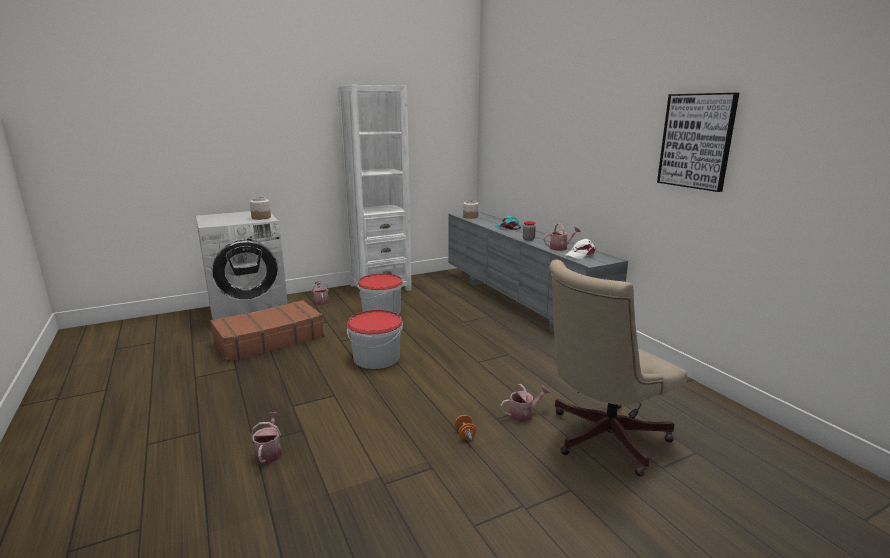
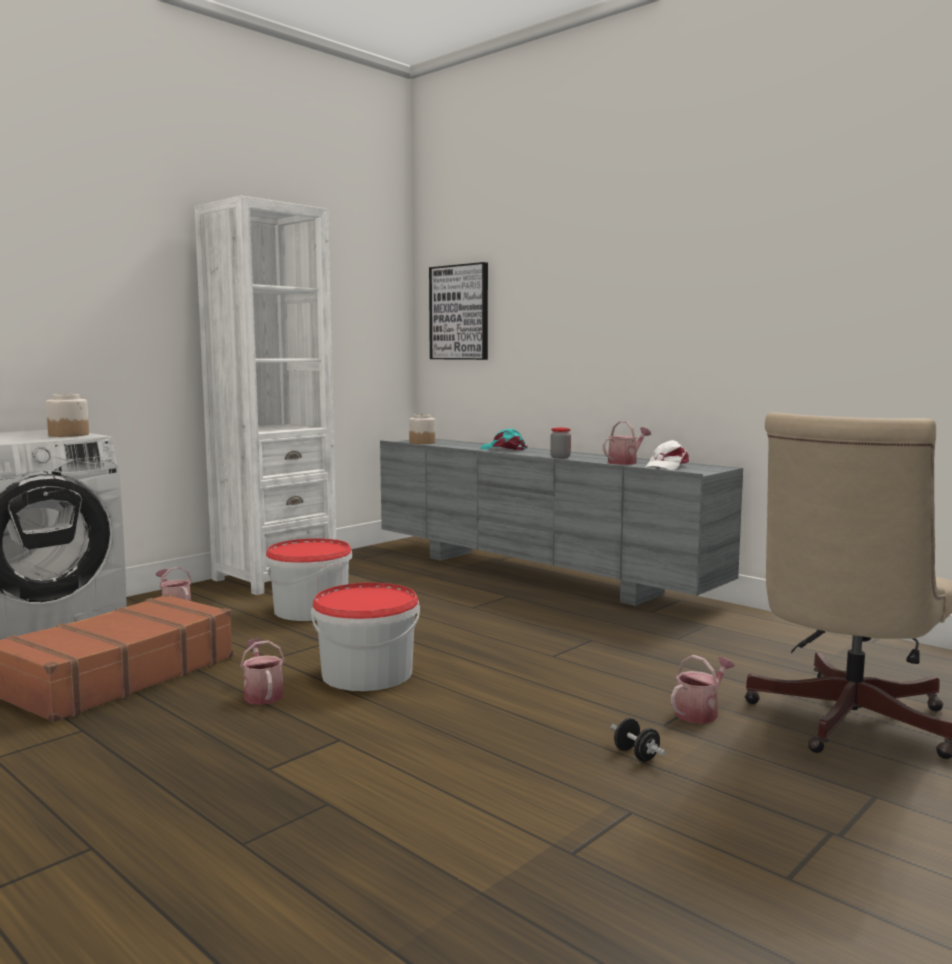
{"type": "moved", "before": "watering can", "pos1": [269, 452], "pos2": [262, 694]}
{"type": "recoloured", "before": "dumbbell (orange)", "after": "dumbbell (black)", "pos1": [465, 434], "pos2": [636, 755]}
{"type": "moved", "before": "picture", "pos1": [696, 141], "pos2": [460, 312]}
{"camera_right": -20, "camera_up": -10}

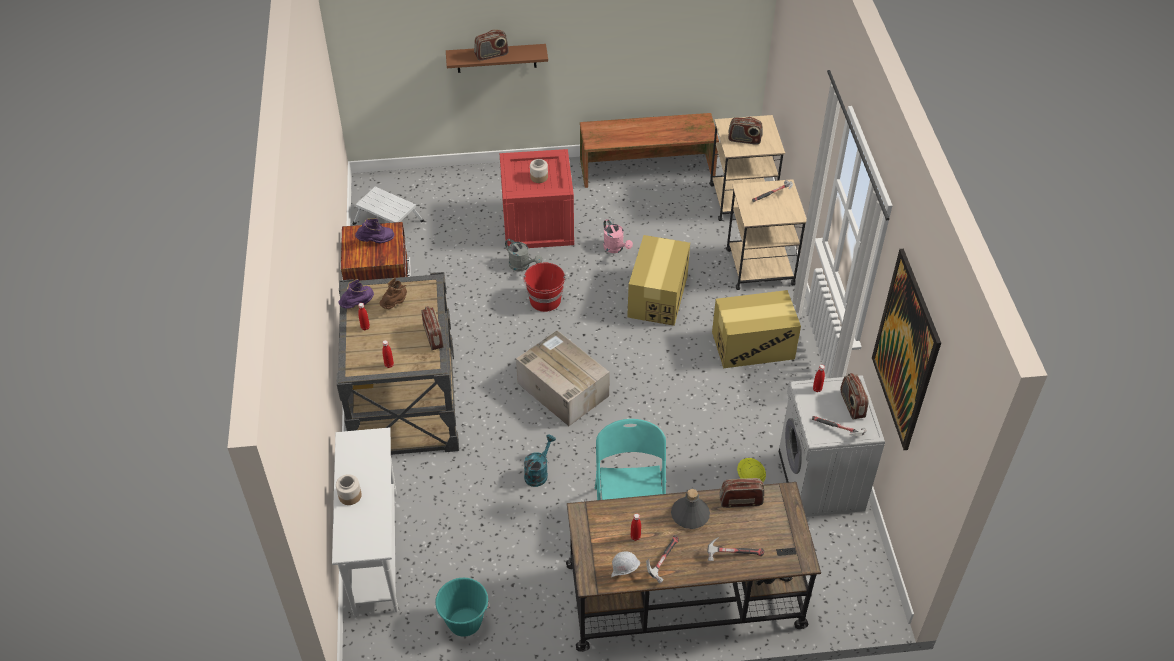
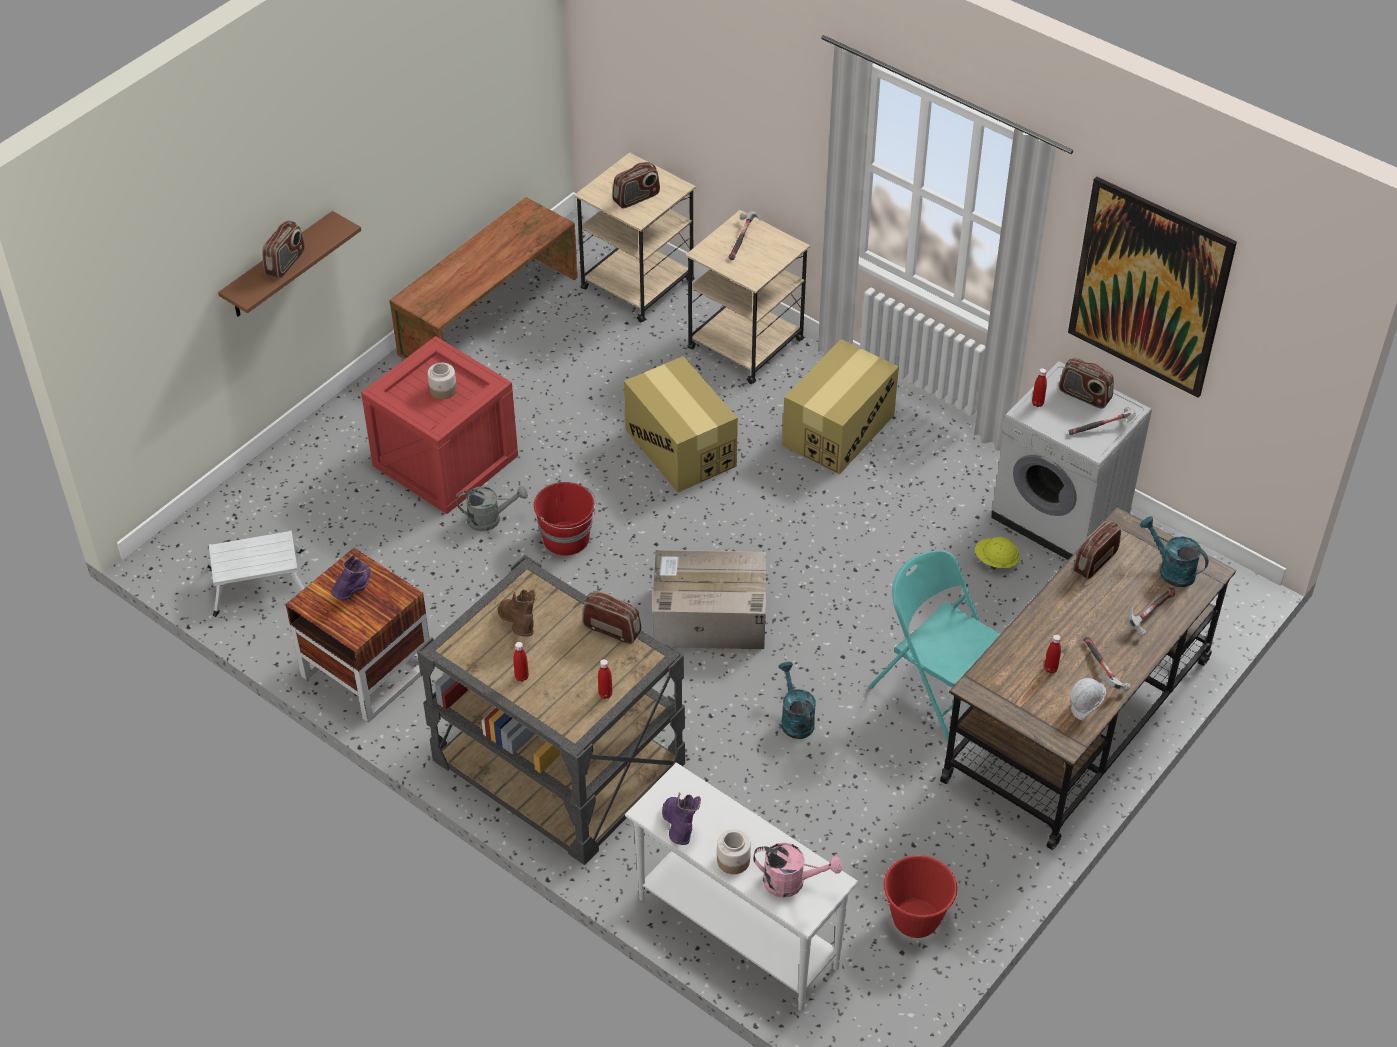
{"type": "moved", "before": "boot (purple)", "pos1": [358, 304], "pos2": [679, 829]}
{"type": "recoloured", "before": "bucket (turquoise)", "after": "bucket (red)", "pos1": [464, 622], "pos2": [916, 919]}
{"type": "moved", "before": "watering can (pink)", "pos1": [616, 248], "pos2": [791, 882]}
{"type": "removed", "before": "bottle (grey)", "pos1": [690, 514]}
{"type": "added", "after": "watering can (turquoise)", "pos2": [1171, 569]}
{"camera_right": -45, "camera_up": 0}

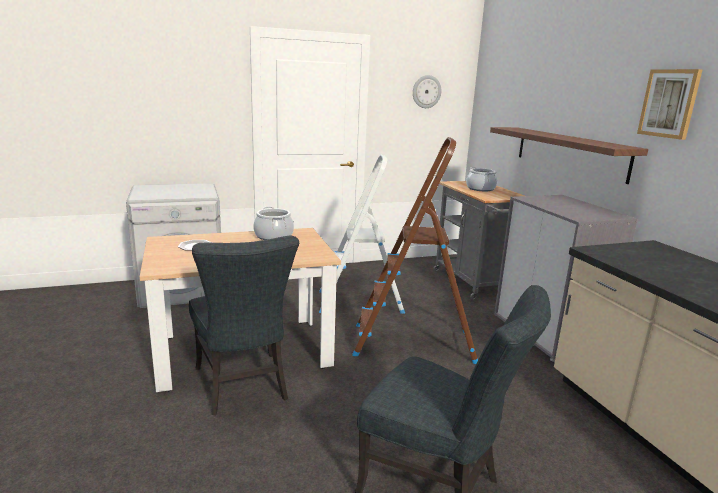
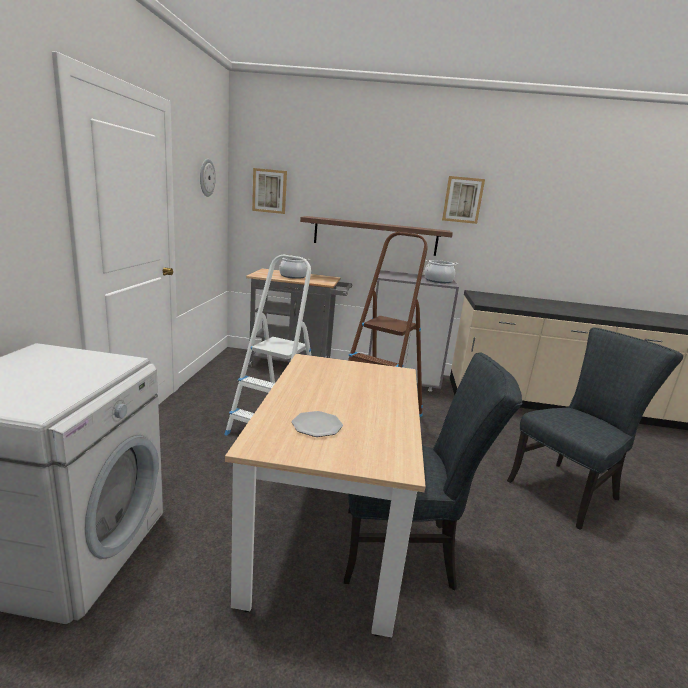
{"type": "moved", "before": "cooking pot", "pos1": [273, 236], "pos2": [438, 281]}
{"type": "added", "after": "picture", "pos2": [269, 191]}
{"camera_right": -65, "camera_up": 0}

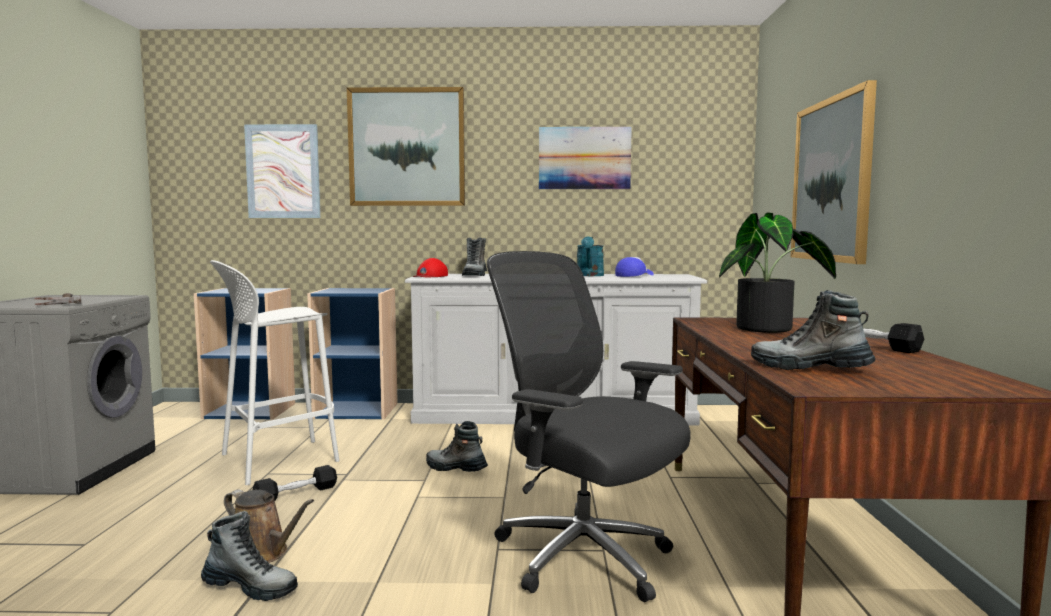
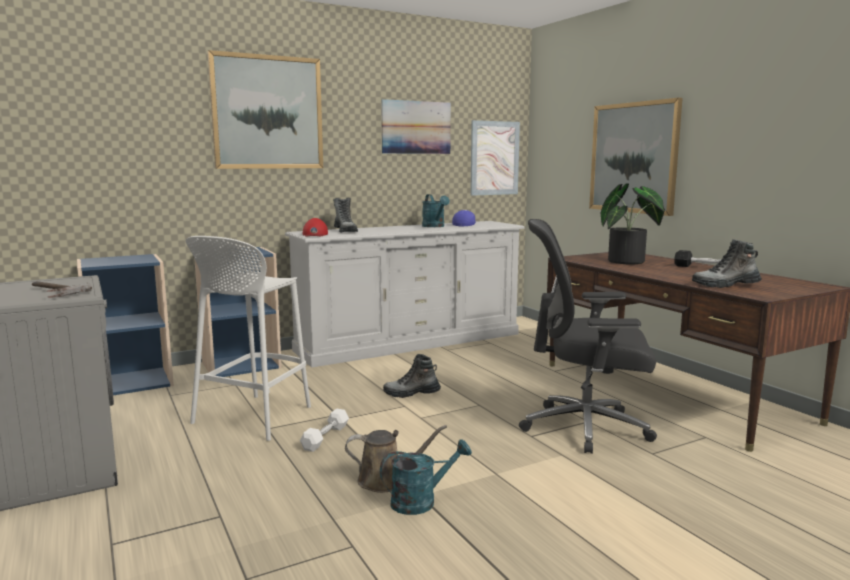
{"type": "replaced", "before": "boot", "after": "watering can (turquoise)", "pos1": [250, 587], "pos2": [421, 501]}
{"type": "moved", "before": "picture", "pos1": [283, 171], "pos2": [494, 158]}
{"type": "recoloured", "before": "dumbbell (black)", "after": "dumbbell (white)", "pos1": [296, 494], "pos2": [325, 437]}
{"camera_right": -30, "camera_up": 5}

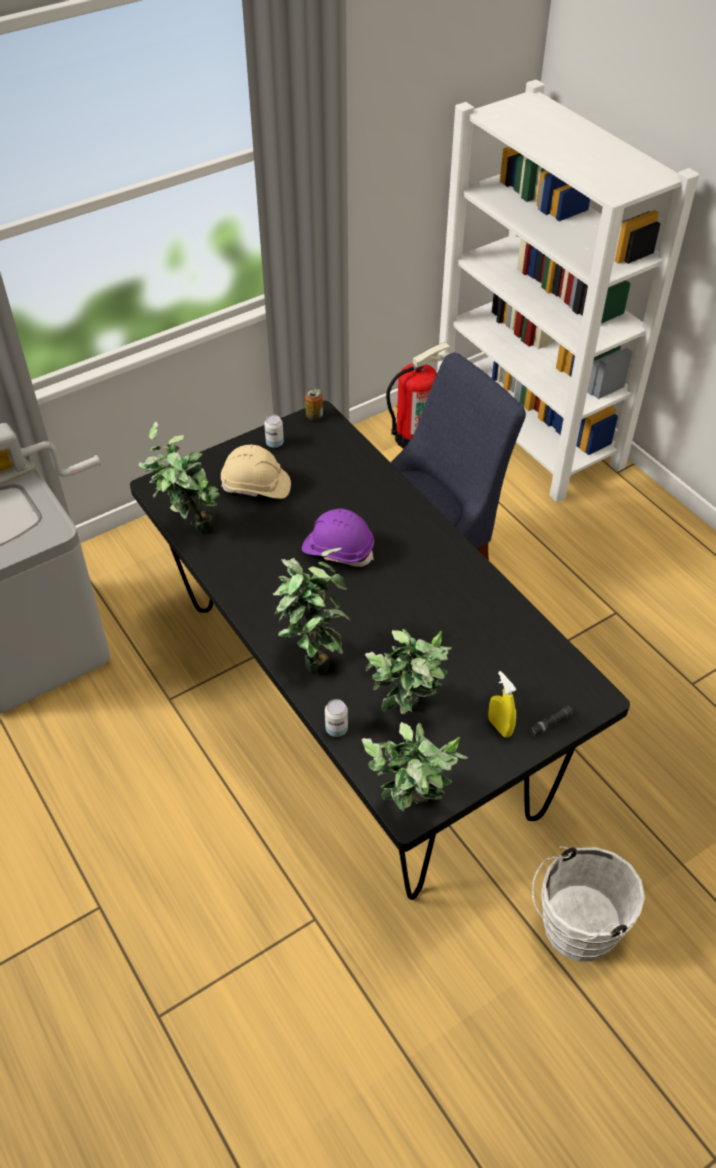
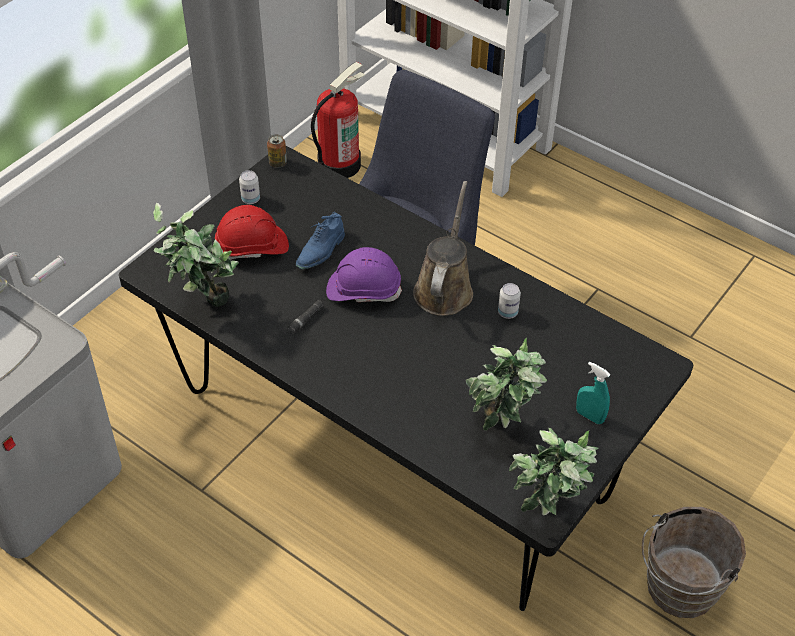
{"type": "recoloured", "before": "hard hat (beige)", "after": "hard hat (red)", "pos1": [256, 486], "pos2": [252, 247]}
{"type": "removed", "before": "potted plant", "pos1": [312, 654]}
{"type": "moved", "before": "can", "pos1": [336, 729], "pos2": [507, 312]}
{"type": "recoloured", "before": "spray bottle (yellow)", "after": "spray bottle (turquoise)", "pos1": [499, 727], "pos2": [589, 416]}
{"type": "moved", "before": "flashlight (black)", "pos1": [550, 724], "pos2": [306, 319]}
{"type": "recoloured", "before": "bucket (white)", "after": "bucket (brown)", "pos1": [573, 928], "pos2": [677, 590]}
{"type": "added", "after": "shoe (blue)", "pos2": [321, 251]}
{"type": "added", "after": "watering can (brown)", "pos2": [444, 288]}
{"camera_right": -20, "camera_up": 0}

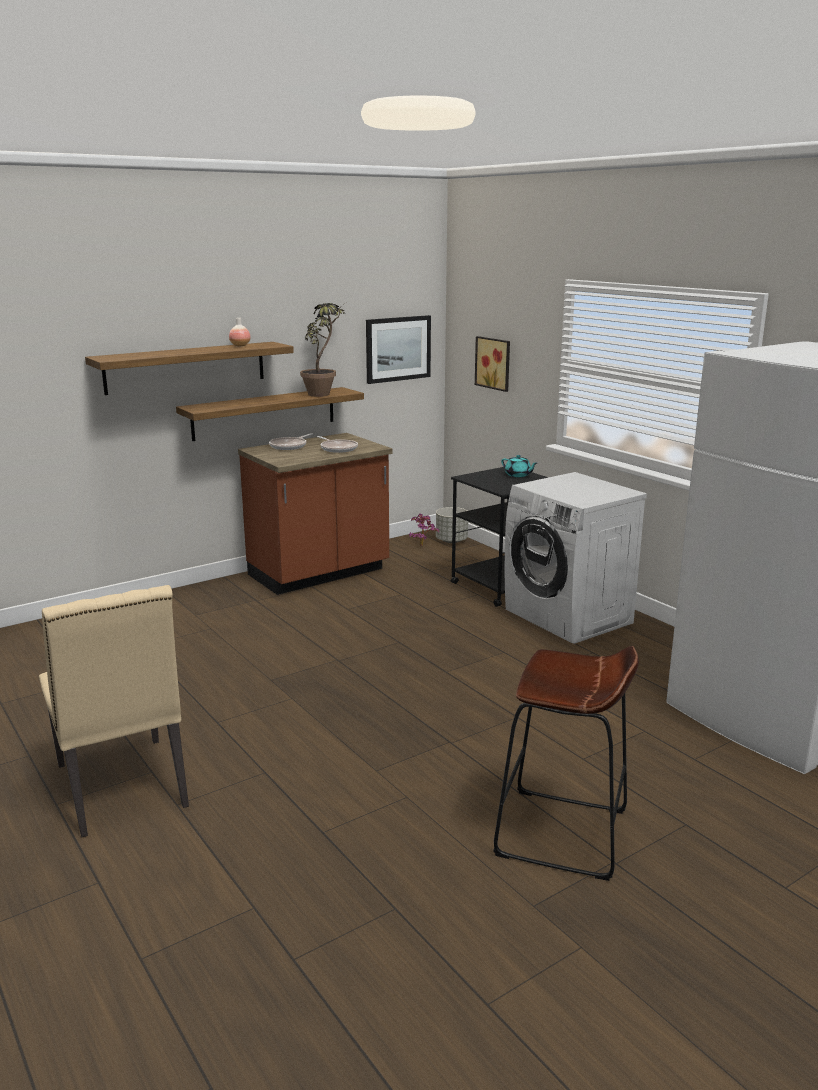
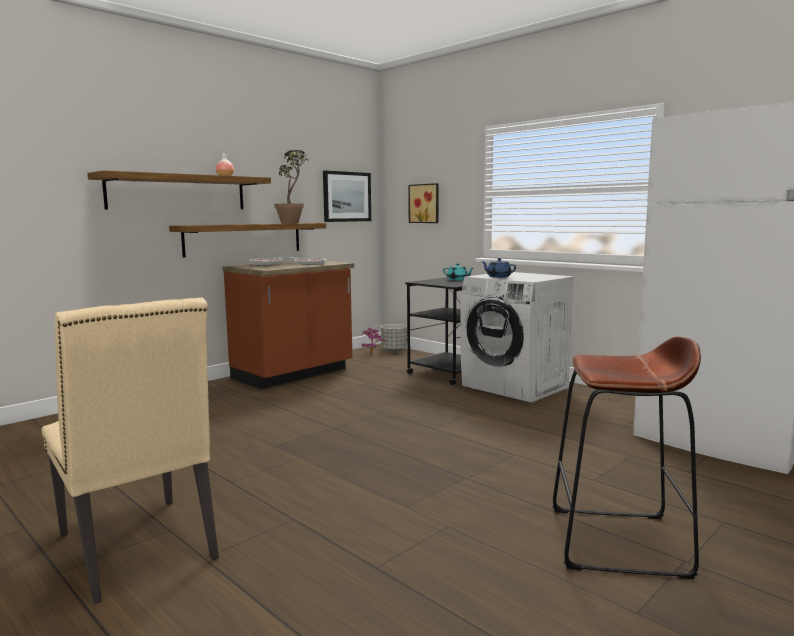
{"type": "added", "after": "teapot (blue)", "pos2": [498, 277]}
{"camera_right": -10, "camera_up": -10}

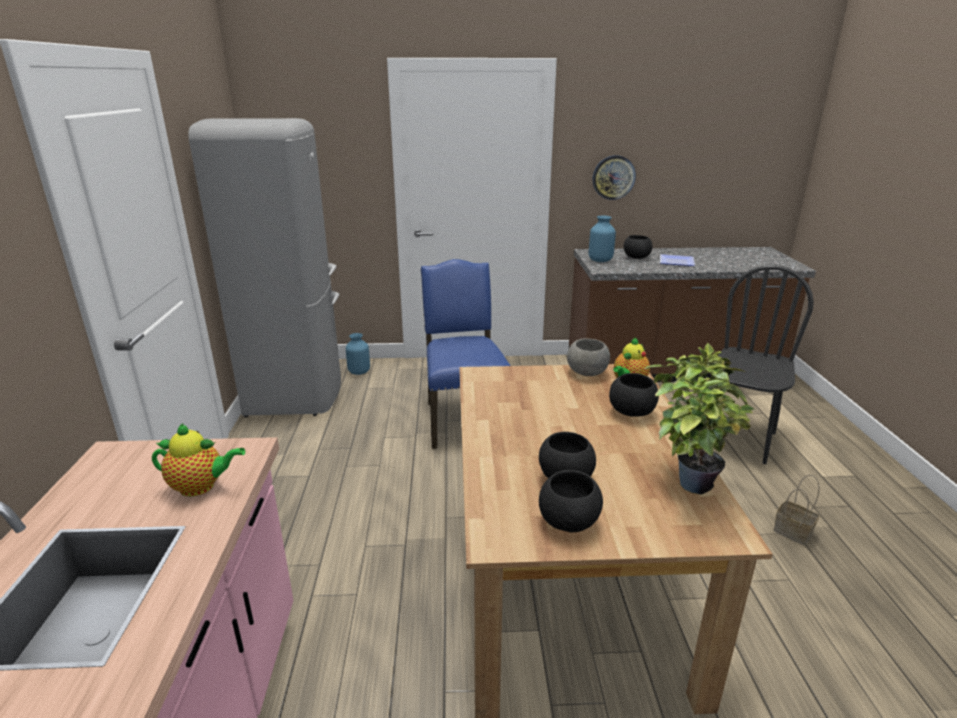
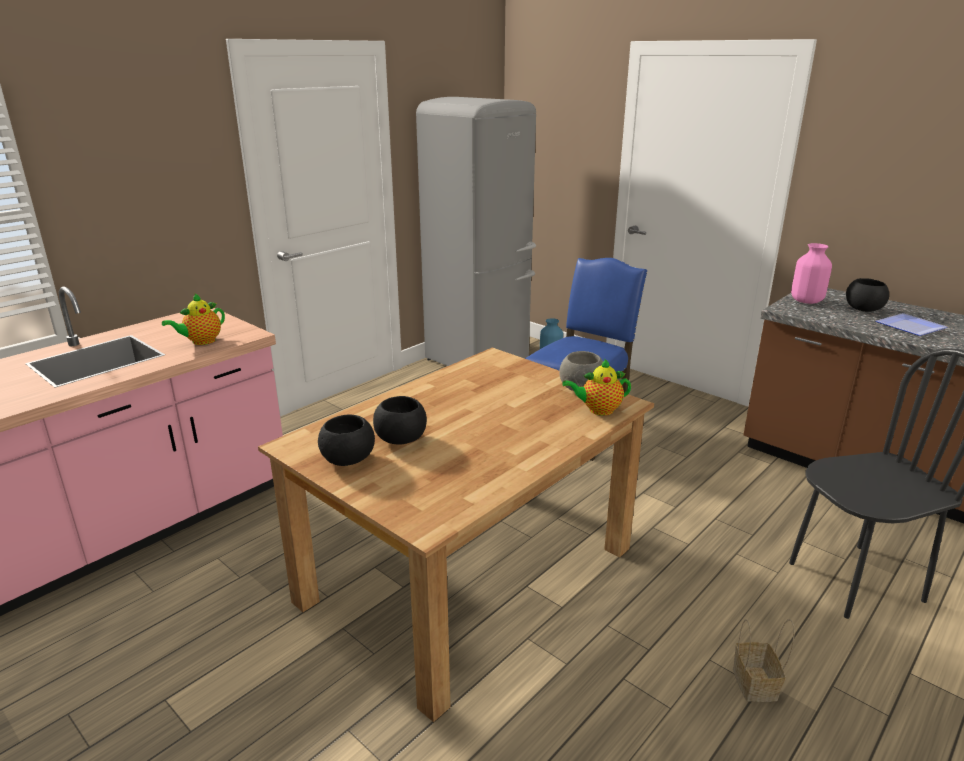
{"type": "turned", "before": "teapot", "pos1": [201, 487], "pos2": [201, 341], "turn": 90}
{"type": "recoloured", "before": "vase (blue)", "after": "vase (pink)", "pos1": [599, 260], "pos2": [806, 301]}
{"type": "removed", "before": "wall clock", "pos1": [613, 177]}
{"type": "removed", "before": "bowl (black)", "pos1": [631, 412]}
{"type": "removed", "before": "potted plant", "pos1": [687, 480]}
{"camera_right": 45, "camera_up": 0}

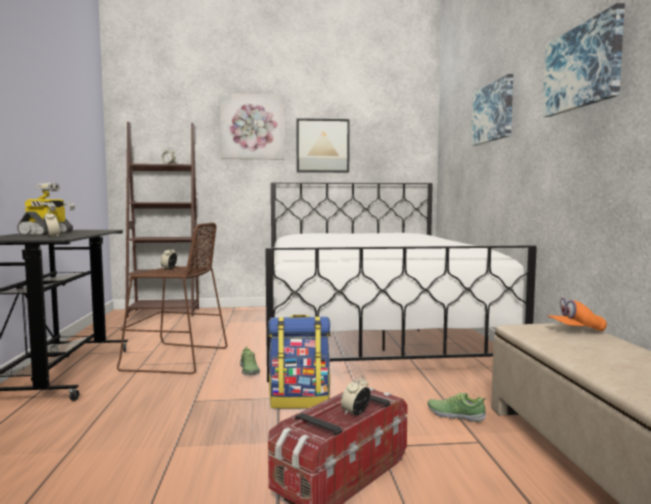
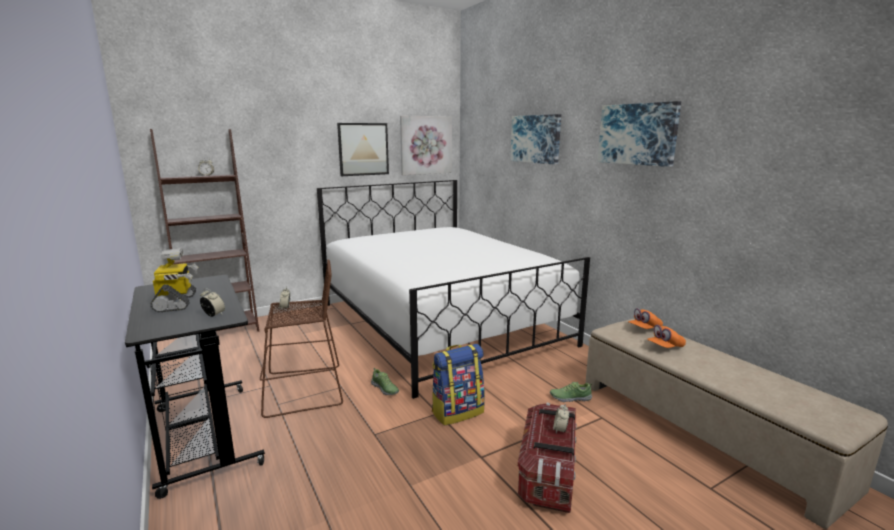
{"type": "moved", "before": "picture", "pos1": [253, 127], "pos2": [425, 145]}
{"type": "added", "after": "cap (orange)", "pos2": [665, 347]}
{"camera_right": -25, "camera_up": 10}

